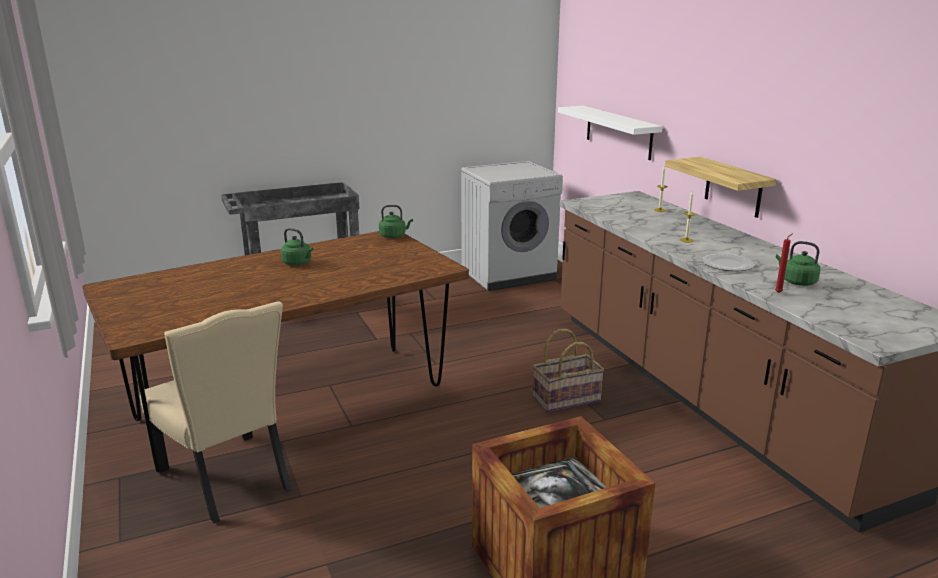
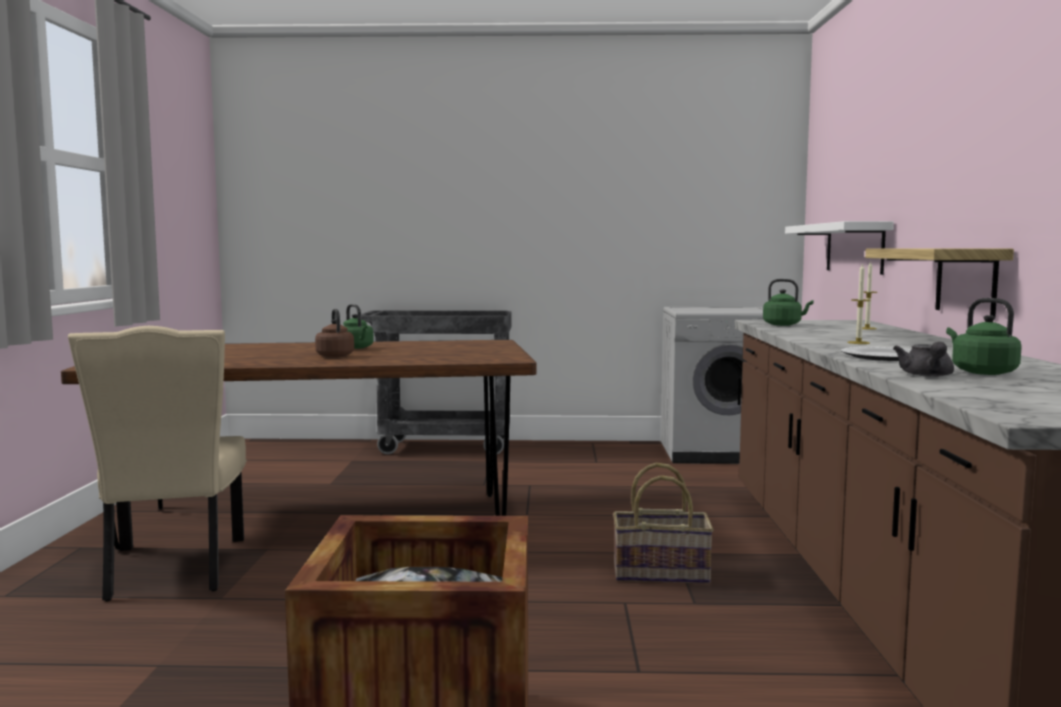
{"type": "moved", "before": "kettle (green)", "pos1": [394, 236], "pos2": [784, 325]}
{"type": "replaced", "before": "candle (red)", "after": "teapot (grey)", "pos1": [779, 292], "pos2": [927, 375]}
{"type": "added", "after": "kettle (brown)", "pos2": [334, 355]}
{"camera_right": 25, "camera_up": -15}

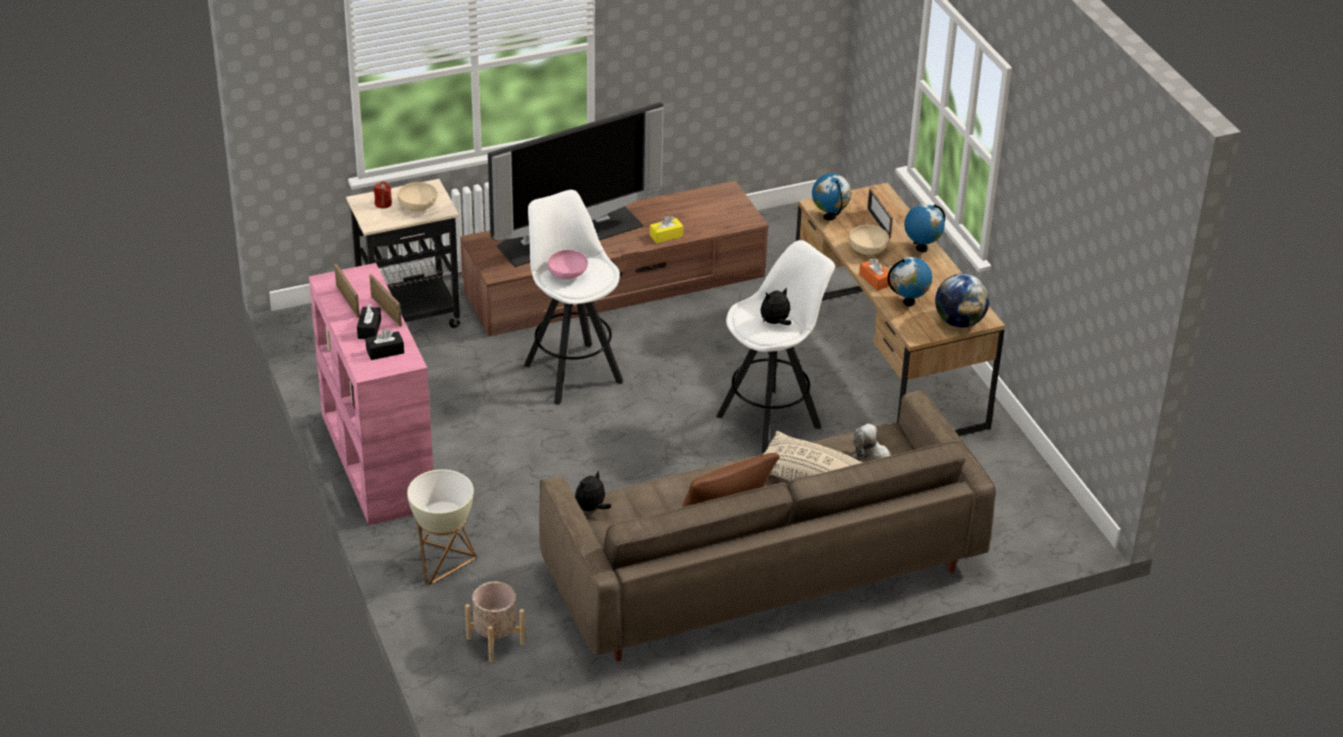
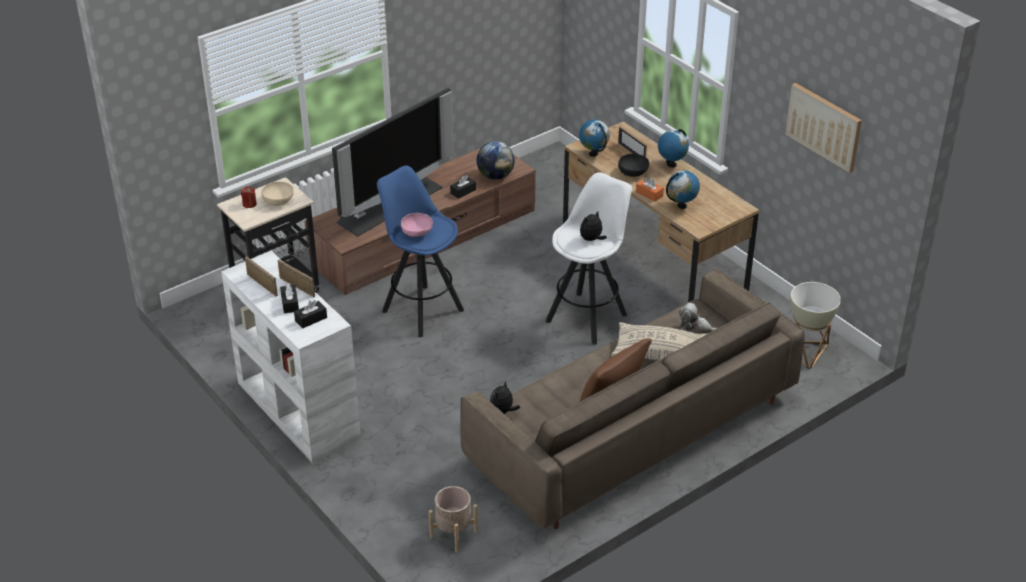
{"type": "recoloured", "before": "bookcase (pink)", "after": "bookcase (white)", "pos1": [376, 461], "pos2": [297, 411]}
{"type": "moved", "before": "planter", "pos1": [444, 561], "pos2": [807, 351]}
{"type": "recoloured", "before": "stool (white)", "after": "stool (blue)", "pos1": [572, 371], "pos2": [421, 309]}
{"type": "recoloured", "before": "tissue box (yellow)", "after": "tissue box (black)", "pos1": [666, 236], "pos2": [463, 191]}
{"type": "recoloured", "before": "bowl (beige)", "after": "bowl (black)", "pos1": [868, 249], "pos2": [633, 172]}
{"type": "moved", "before": "globe", "pos1": [959, 321], "pos2": [495, 176]}
{"type": "added", "after": "picture", "pos2": [824, 126]}
{"camera_right": -15, "camera_up": 0}

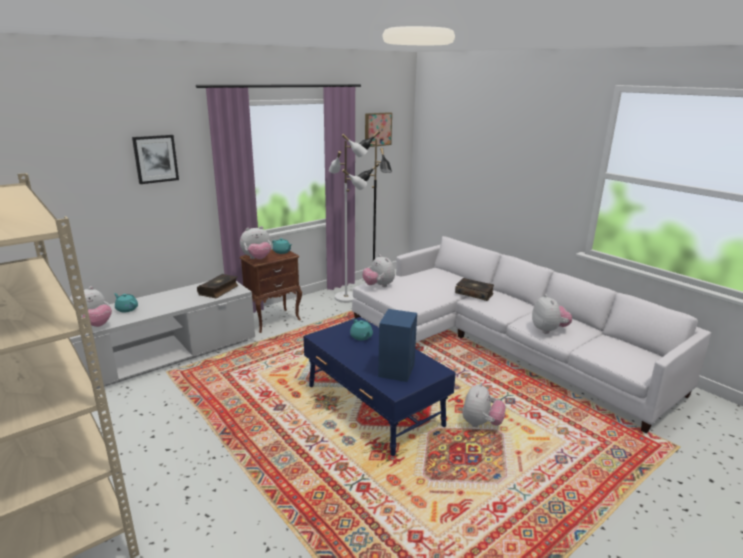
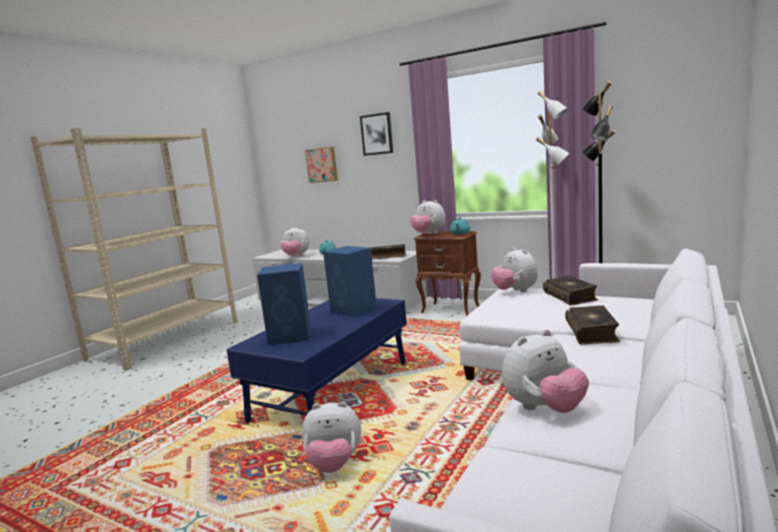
{"type": "replaced", "before": "teapot (turquoise)", "after": "speaker (blue)", "pos1": [361, 337], "pos2": [354, 310]}
{"type": "turned", "before": "plush toy", "pos1": [378, 286], "pos2": [515, 291], "turn": -60}
{"type": "moved", "before": "picture", "pos1": [377, 129], "pos2": [322, 164]}
{"type": "added", "after": "book", "pos2": [570, 297]}
{"camera_right": 70, "camera_up": -10}

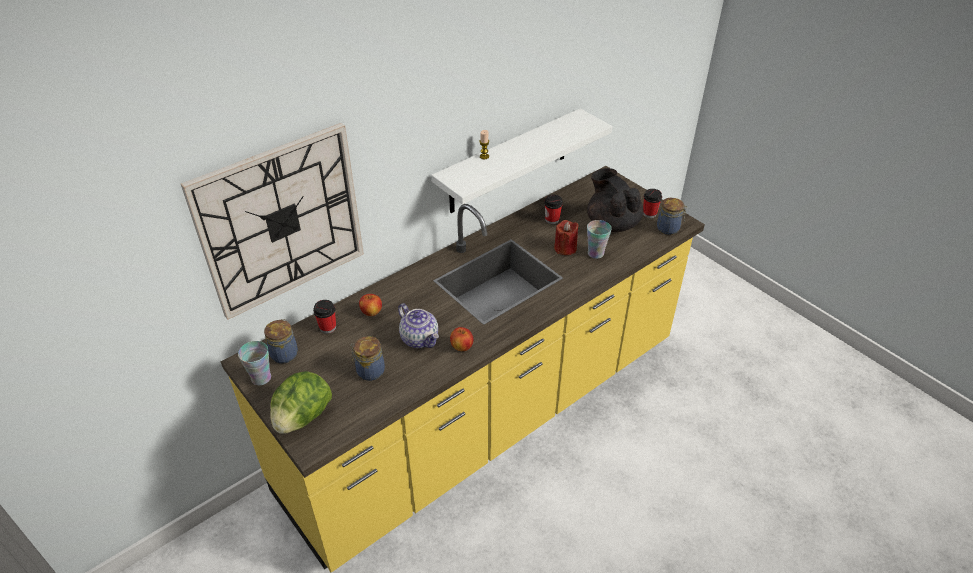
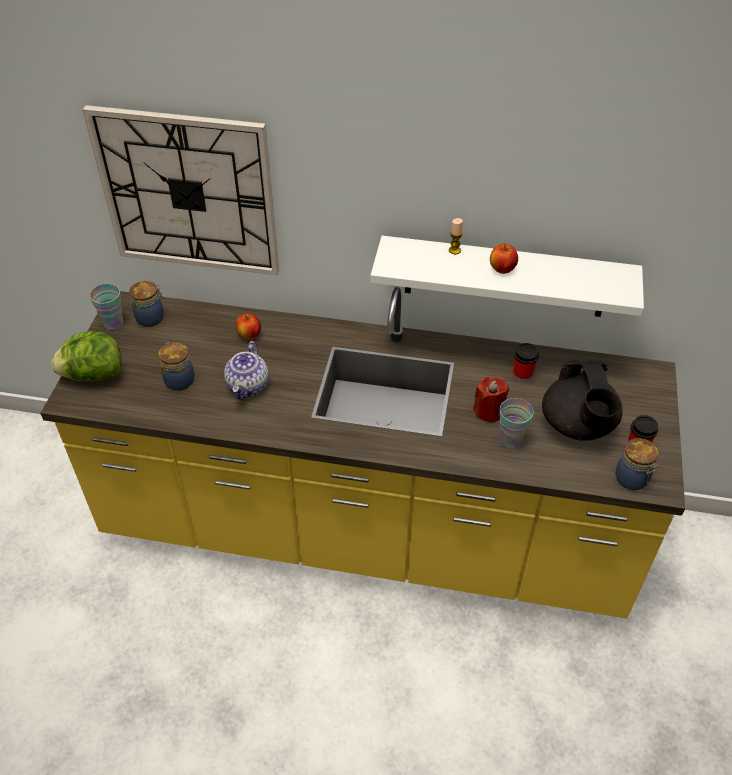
{"type": "removed", "before": "cup", "pos1": [328, 327]}
{"type": "moved", "before": "apple", "pos1": [462, 347], "pos2": [502, 269]}
{"type": "turned", "before": "teapot (black)", "pos1": [612, 223], "pos2": [578, 425], "turn": 150}
{"camera_right": 50, "camera_up": 5}

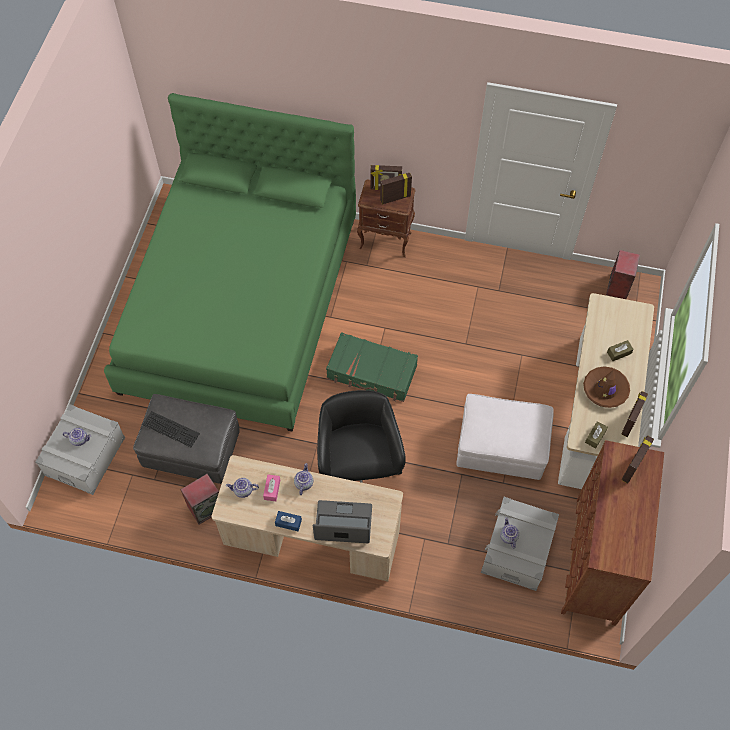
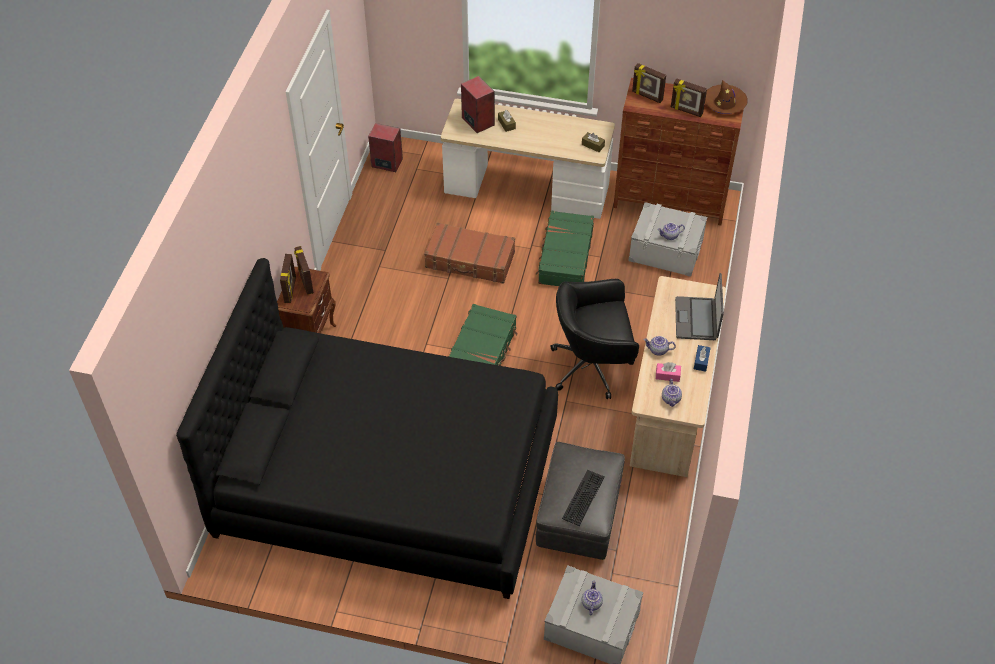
{"type": "recoloured", "before": "bed (green)", "after": "bed (black)", "pos1": [241, 304], "pos2": [387, 477]}
{"type": "moved", "before": "speaker", "pos1": [206, 507], "pos2": [477, 121]}
{"type": "replaced", "before": "ottoman (white)", "after": "suitcase (green)", "pos1": [501, 448], "pos2": [565, 257]}
{"type": "moved", "before": "hat (brown)", "pos1": [605, 390], "pos2": [724, 103]}
{"type": "moved", "before": "picture frame", "pos1": [630, 422], "pos2": [686, 111]}
{"type": "added", "after": "suitcase (brown)", "pos2": [470, 260]}
{"camera_right": -90, "camera_up": -10}

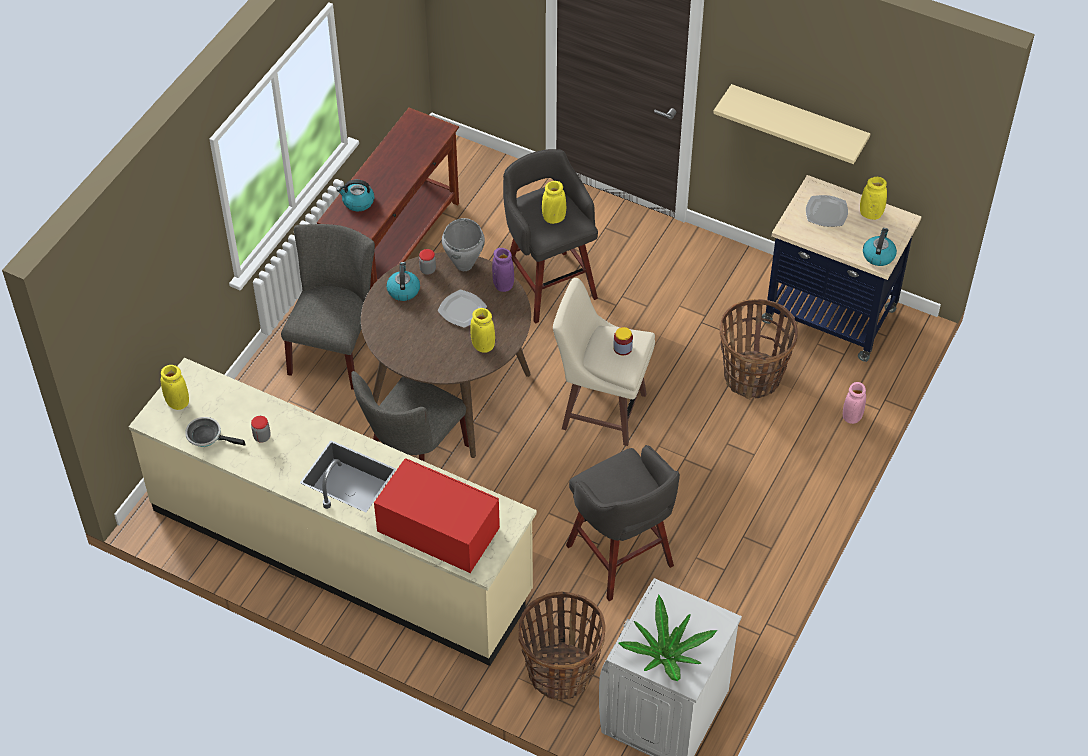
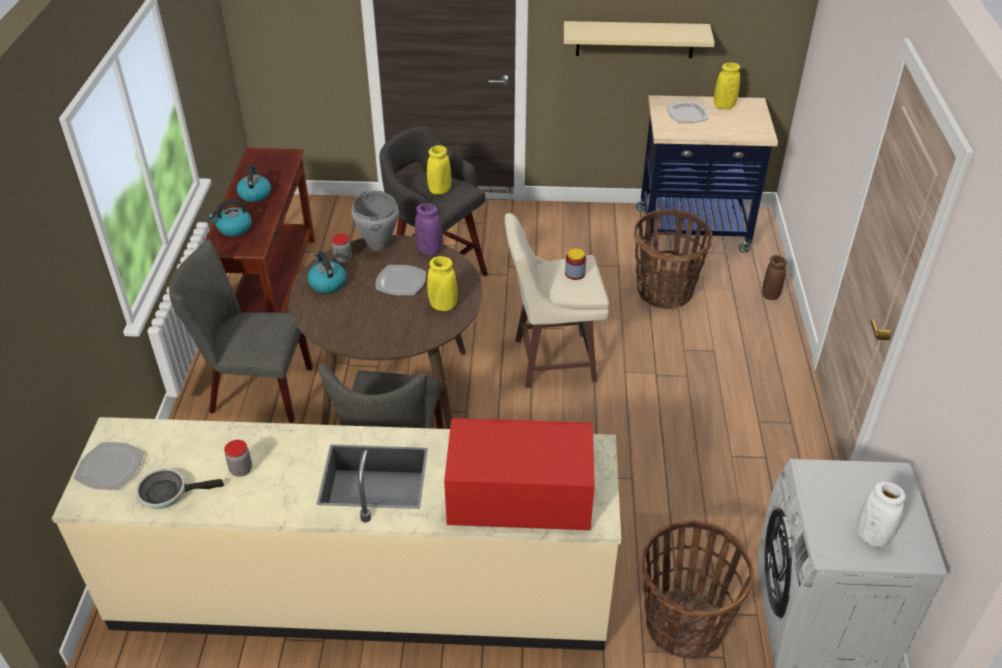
{"type": "replaced", "before": "vase (yellow)", "after": "plate", "pos1": [177, 402], "pos2": [110, 468]}
{"type": "turned", "before": "chair (grey)", "pos1": [336, 347], "pos2": [254, 390], "turn": -75}
{"type": "removed", "before": "stool (grey)", "pos1": [621, 558]}
{"type": "replaced", "before": "potted plant", "after": "vase (white)", "pos1": [666, 655], "pos2": [872, 536]}
{"type": "recoloured", "before": "vase (pink)", "after": "vase (brown)", "pos1": [852, 417], "pos2": [770, 295]}
{"type": "moved", "before": "kettle", "pos1": [878, 255], "pos2": [254, 194]}
{"camera_right": -25, "camera_up": -10}

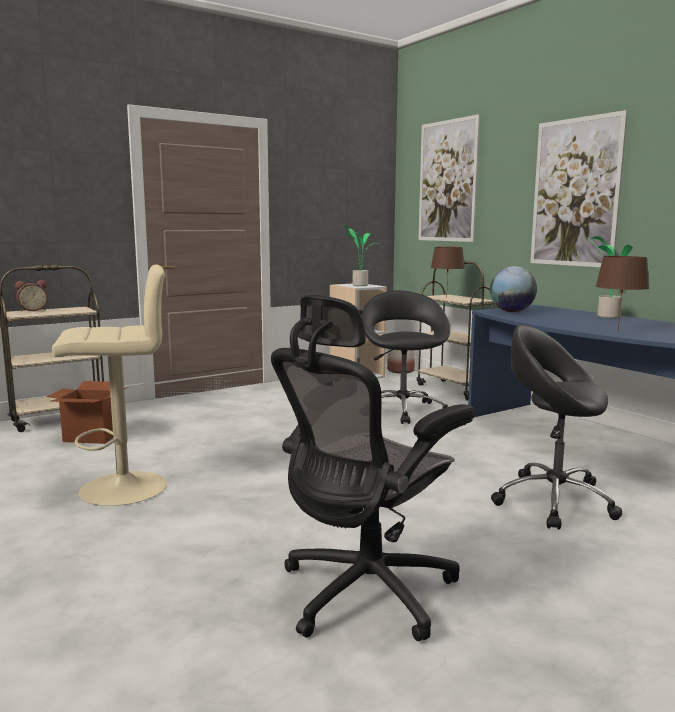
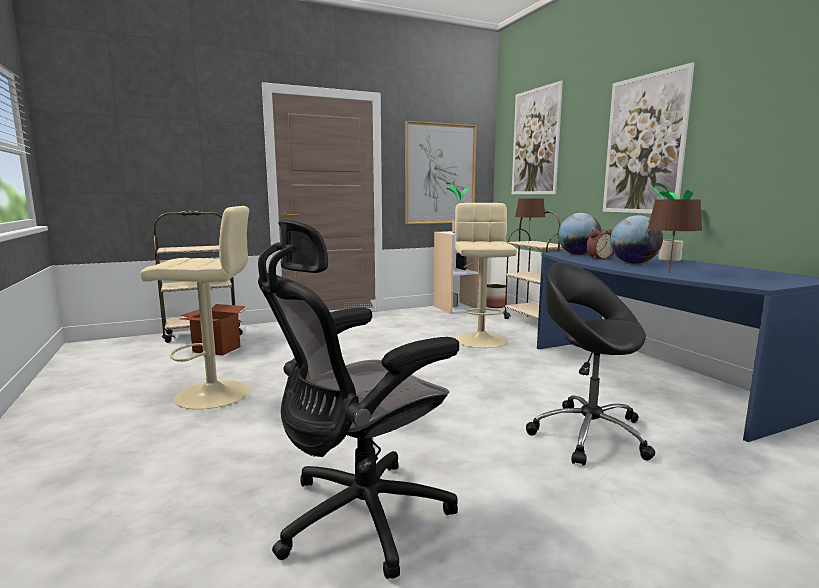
{"type": "moved", "before": "alarm clock", "pos1": [33, 310], "pos2": [599, 258]}
{"type": "replaced", "before": "office chair (black)", "after": "stool (beige)", "pos1": [403, 411], "pos2": [481, 340]}
{"type": "added", "after": "picture", "pos2": [440, 174]}
{"type": "added", "after": "globe", "pos2": [633, 263]}
{"camera_right": 10, "camera_up": 0}

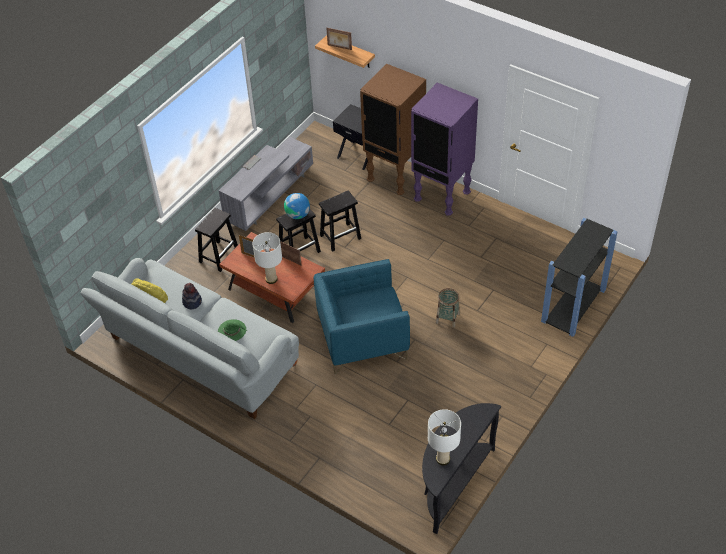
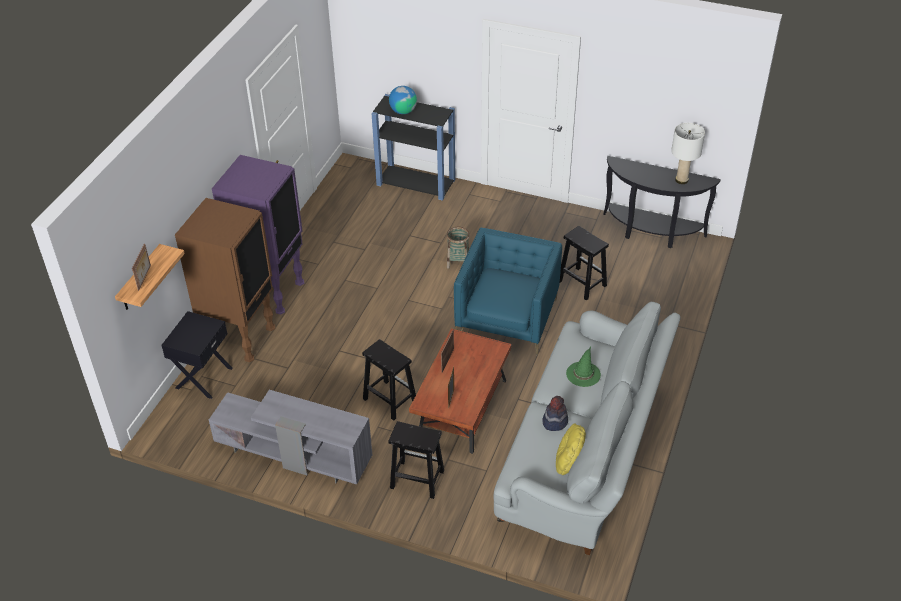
{"type": "removed", "before": "table lamp (white)", "pos1": [271, 279]}
{"type": "moved", "before": "globe", "pos1": [297, 215], "pos2": [403, 111]}
{"type": "turned", "before": "armchair (blue)", "pos1": [363, 338], "pos2": [507, 319], "turn": -135}
{"type": "moved", "before": "stool (black)", "pos1": [341, 236], "pos2": [581, 283]}
{"camera_right": -105, "camera_up": -5}

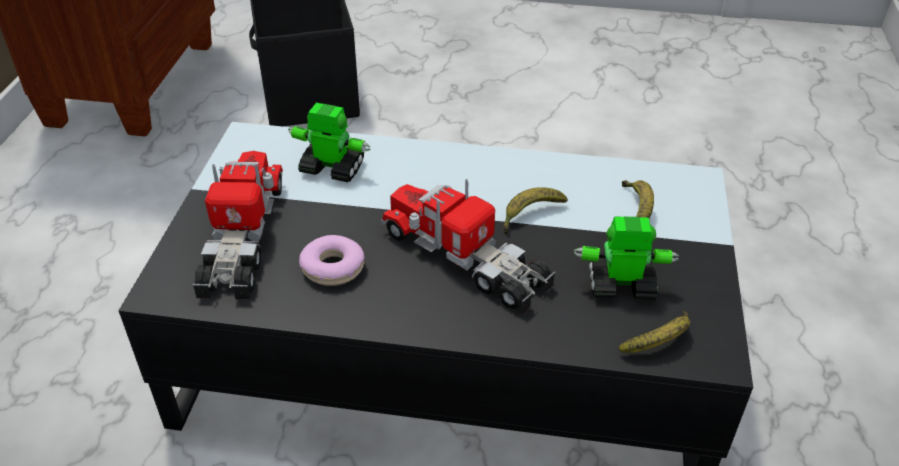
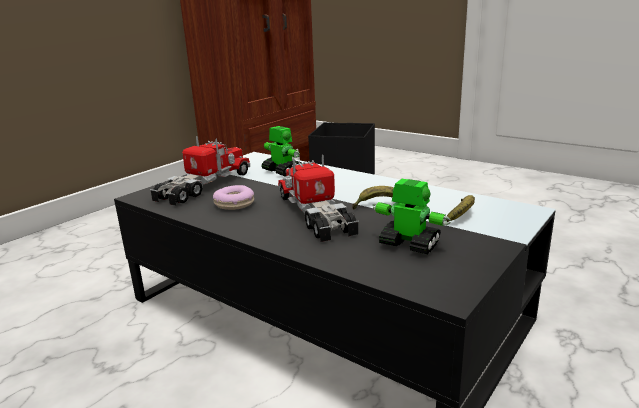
{"type": "removed", "before": "banana", "pos1": [659, 341]}
{"camera_right": 30, "camera_up": -20}

